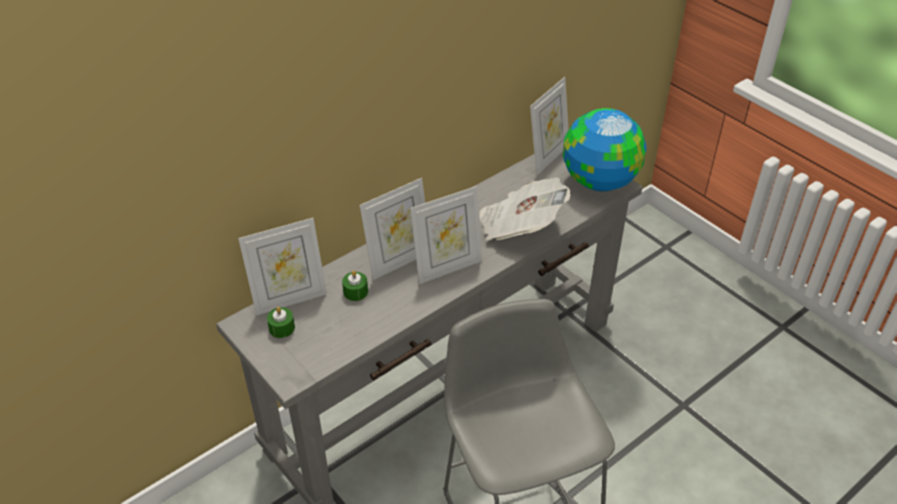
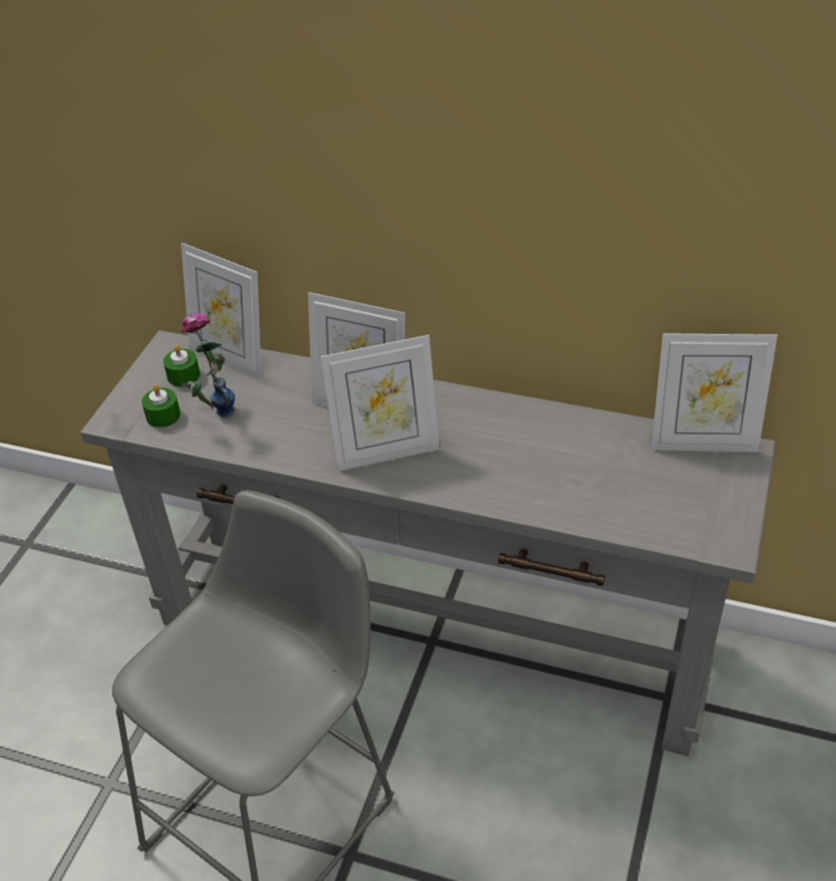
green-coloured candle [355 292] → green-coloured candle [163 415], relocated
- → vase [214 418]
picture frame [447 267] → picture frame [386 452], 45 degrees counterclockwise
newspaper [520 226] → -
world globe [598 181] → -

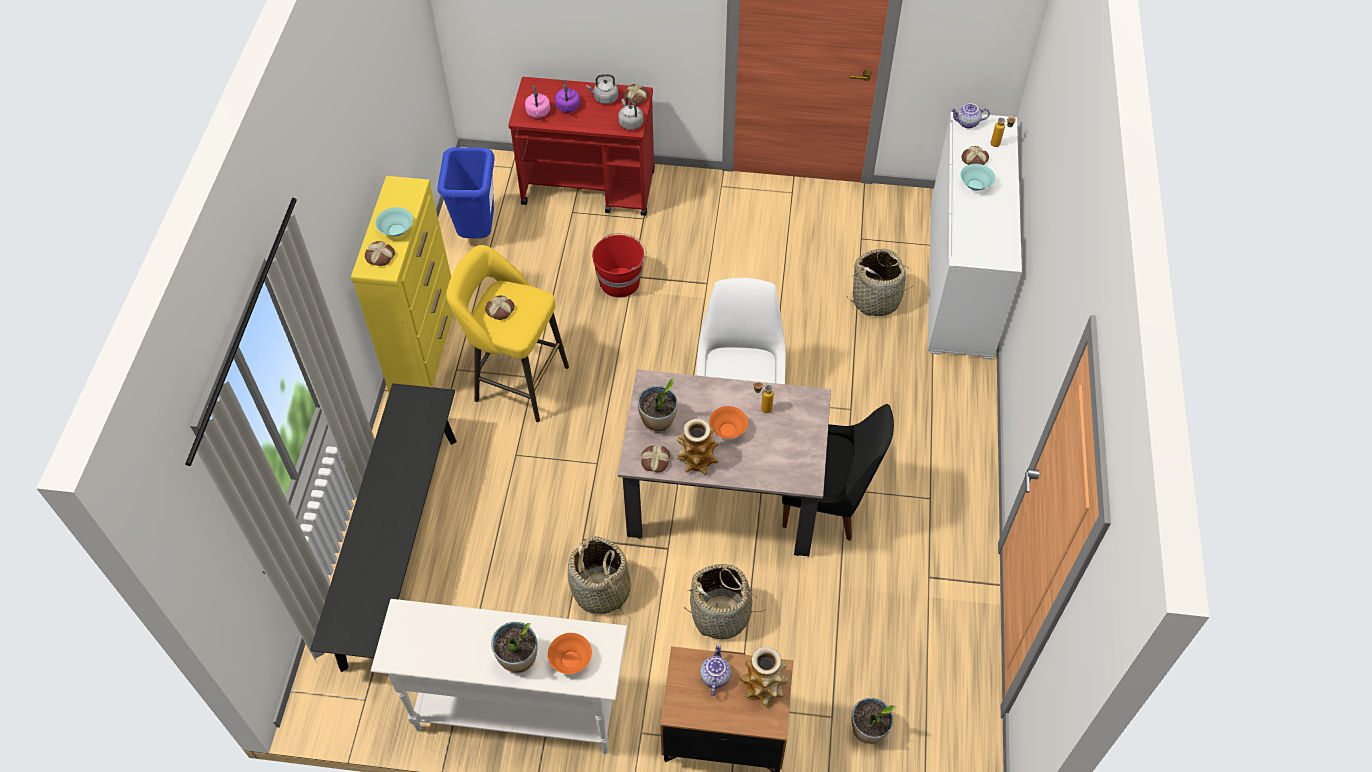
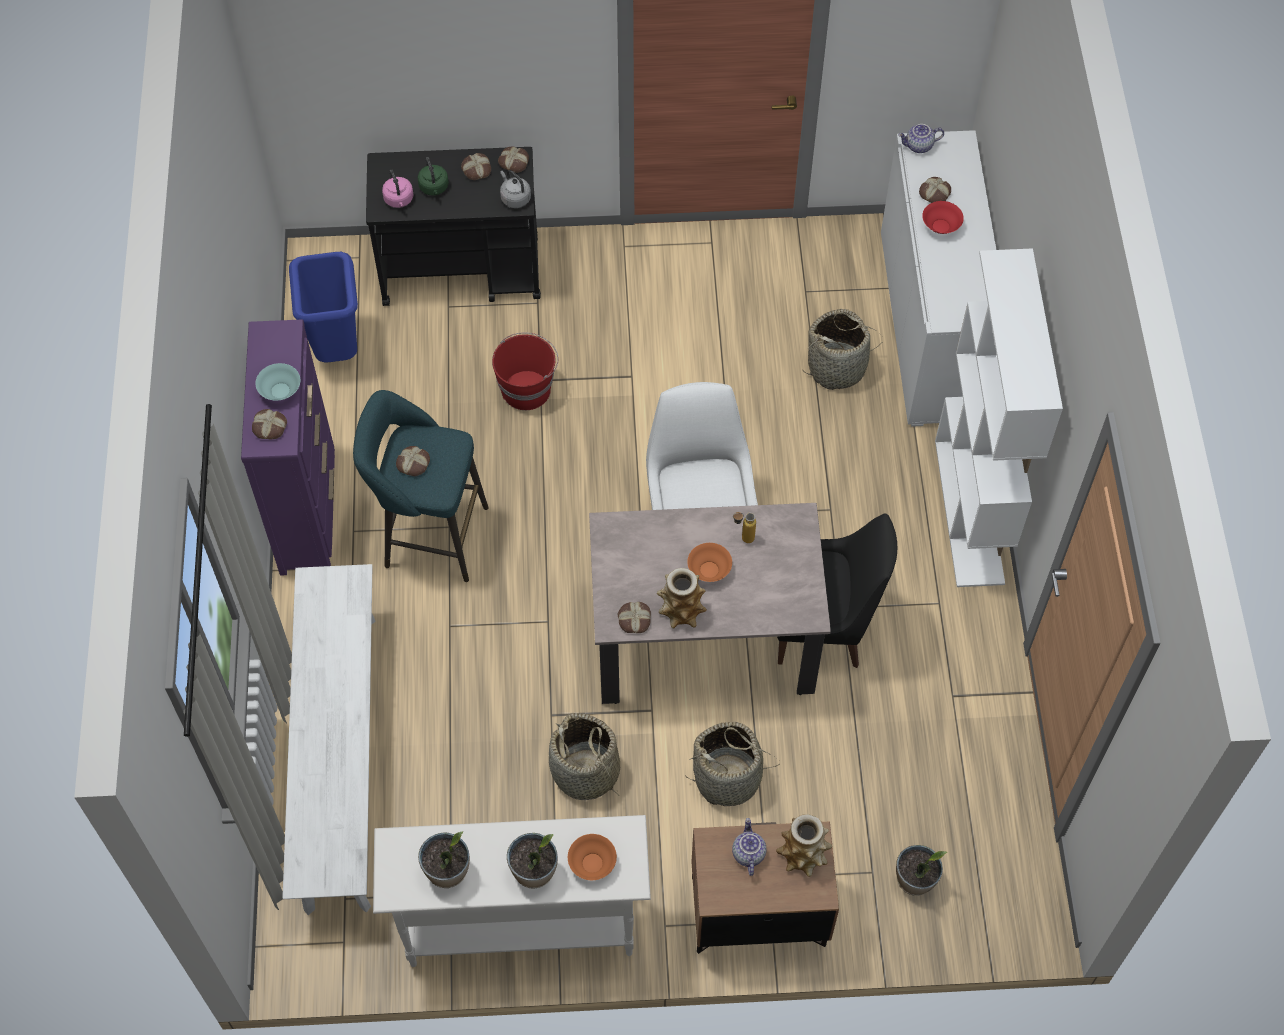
yellowish chest of drawers [424 347] → purple chest of drawers [308 508]
blackish bench [400 548] → white-coloured bench [340 760]
yellowish stool seat [516 381] → turquoise stool seat [429 535]
reddish trolley [589 188] → blackish trolley [462 271]
purple water kettle [568 108] → green-coloured water kettle [434 188]
houseplant [658 421] → houseplant [448 871], relocated
greyish water kettle [604 98] → bakery bread [476 169]
turquoise serving bowl [975 185] → reddish serving bowl [941 226]
- → white-coloured shelving unit [970 512]
bottle [999 145] → -

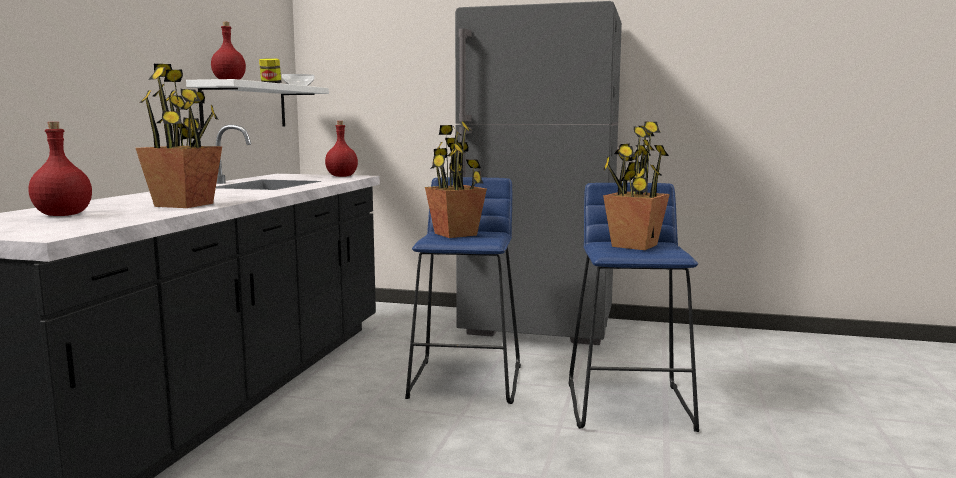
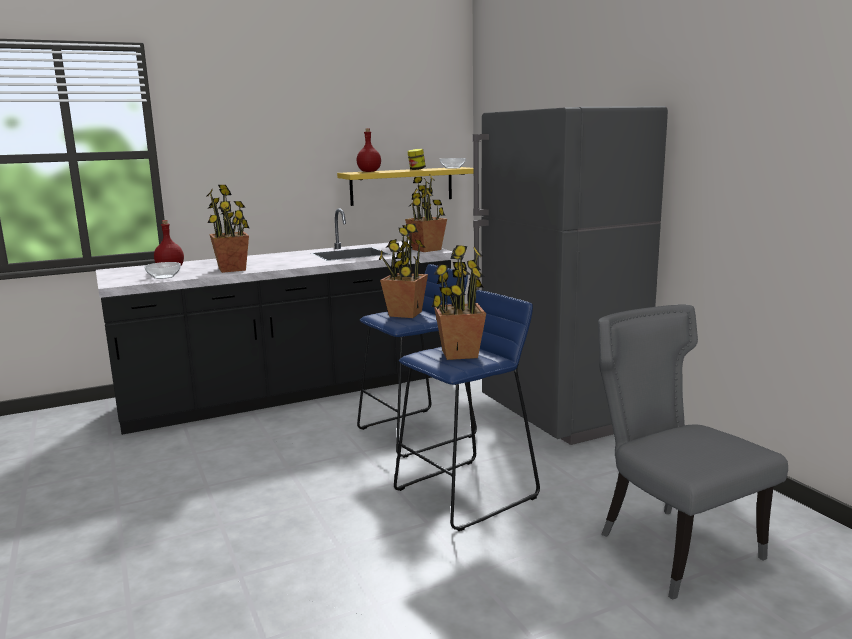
- → serving bowl [164 277]
white-coloured wall shelf [245 106] → yellowish wall shelf [402 186]
reddish bottle [341 176] → houseplant [427 249]
- → greyish upright chair [672 546]

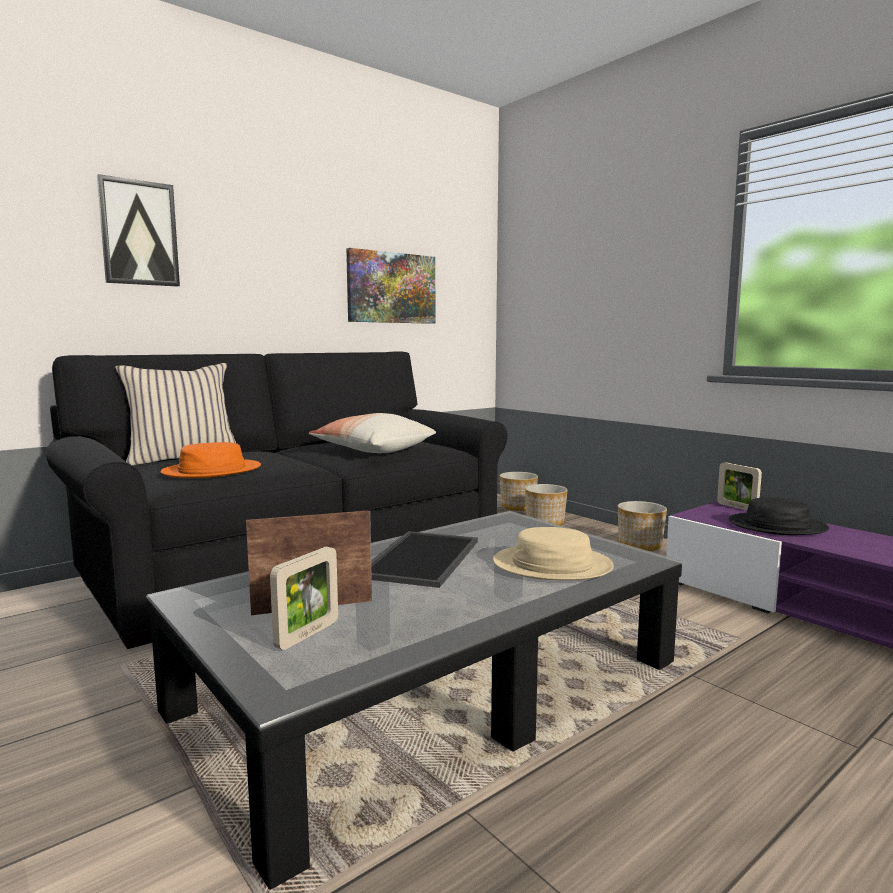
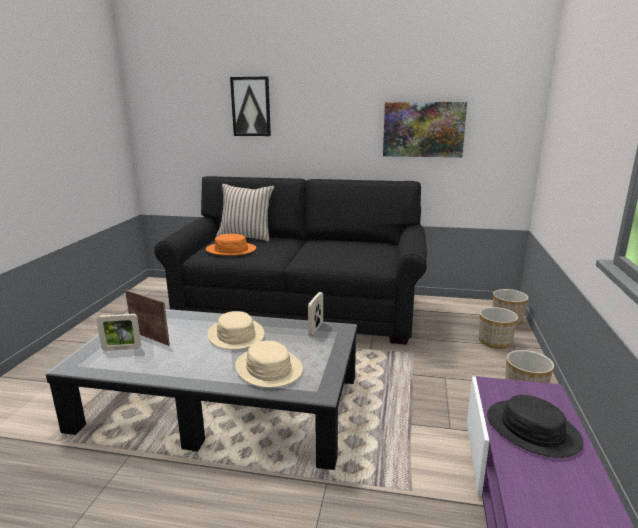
carrying tray [423 559] → sand-coloured wearable hat [236 335]
picture frame [737 507] → picture frame [316 329], relocated
cushion [373 450] → -

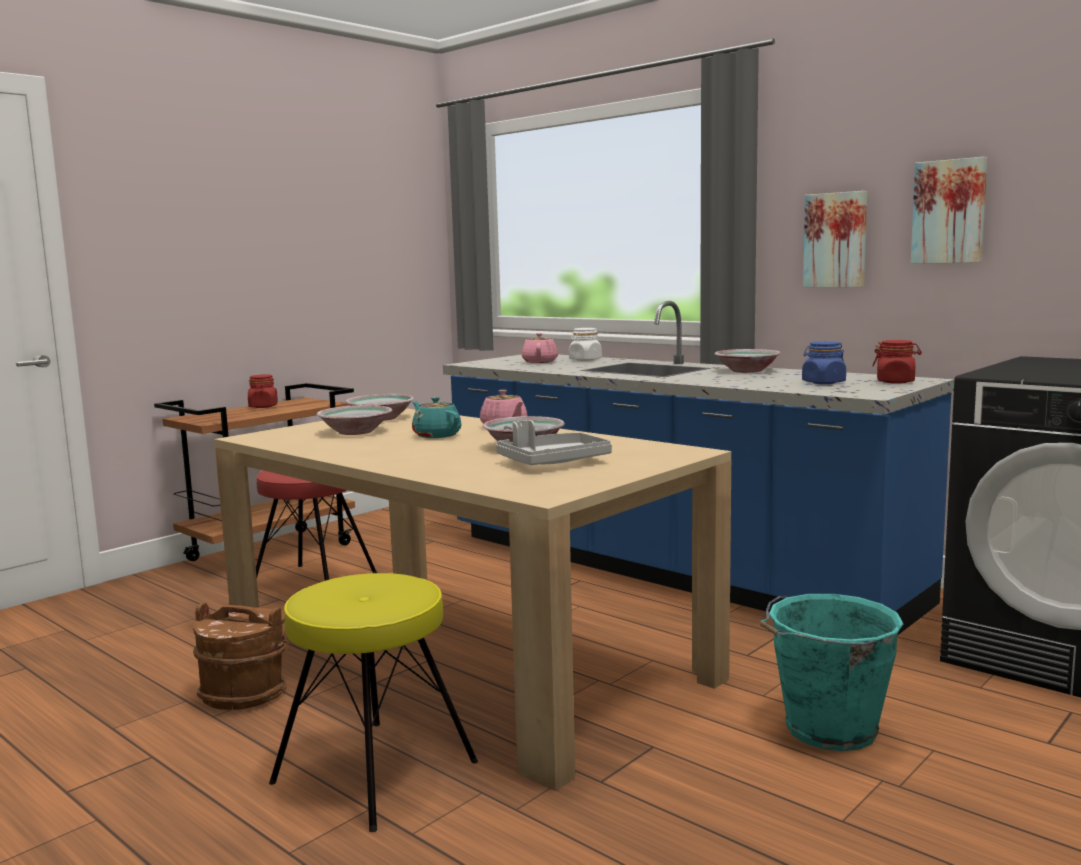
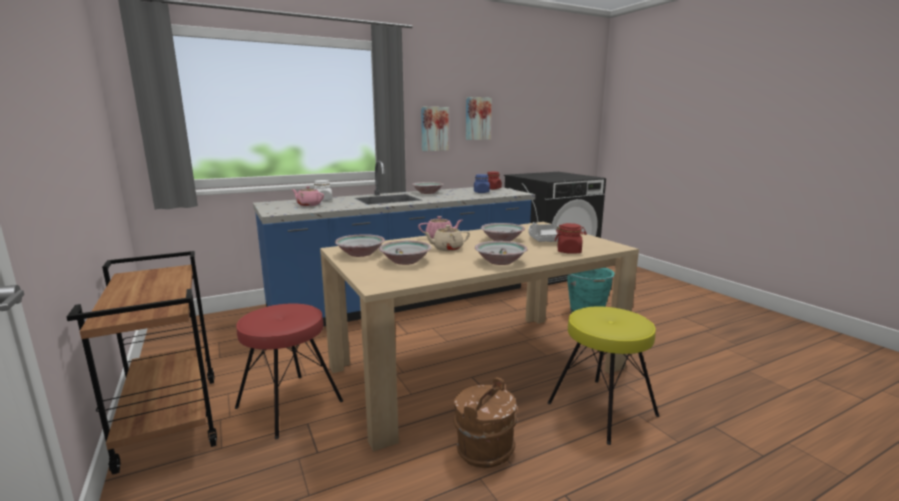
turquoise tea pot [436 435] → sand-coloured tea pot [447 248]
- → serving bowl [500 261]
reddish preserve jar [263 406] → reddish preserve jar [569 251], relocated

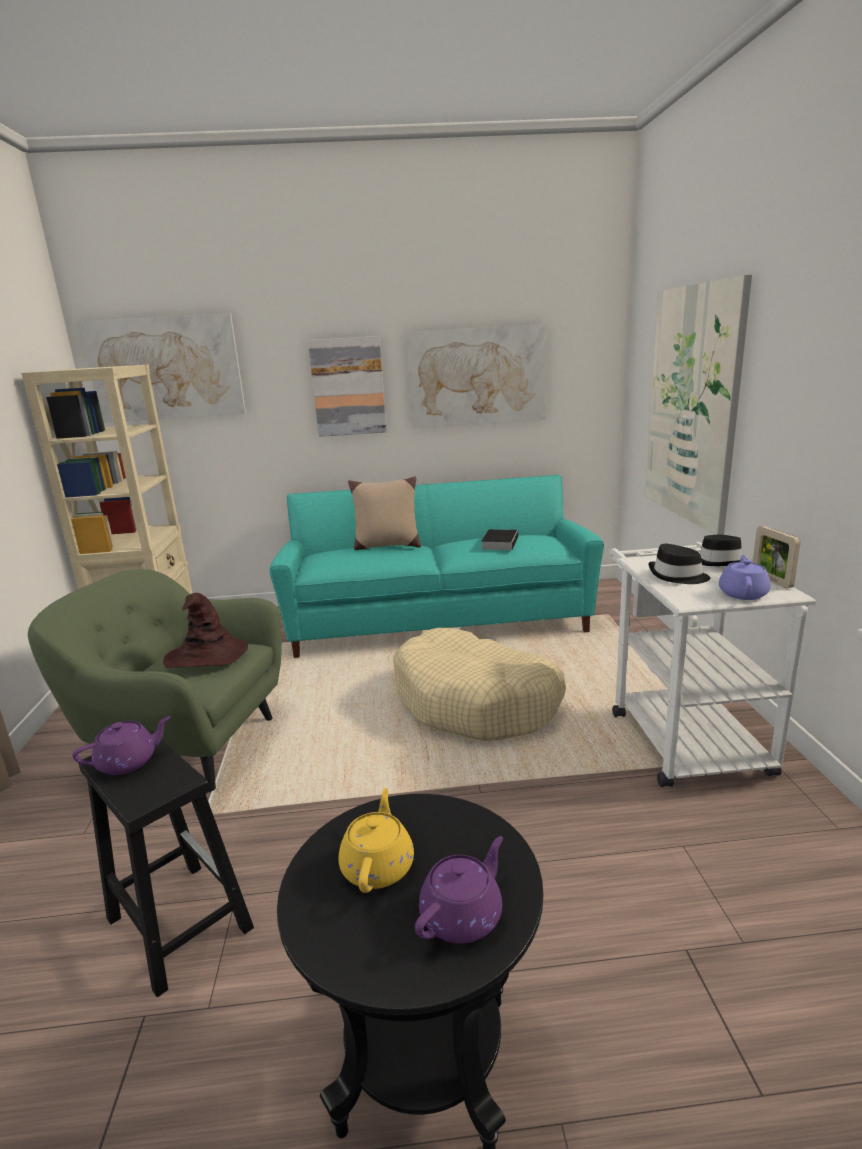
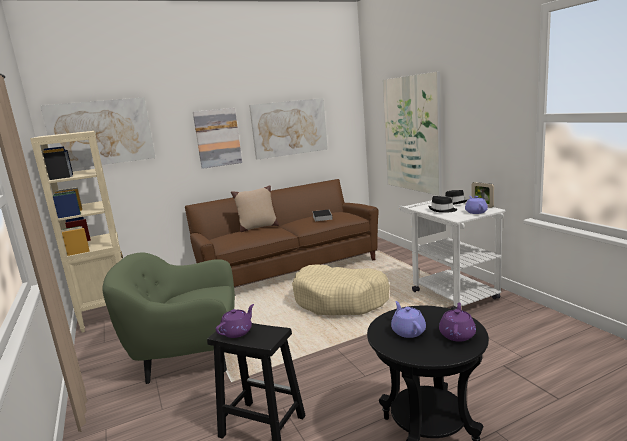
turquoise couch [437 619] → brownish couch [287 268]
yellowish tea pot [378 866] → purple tea pot [408 331]
brownish wearable hat [206 656] → -

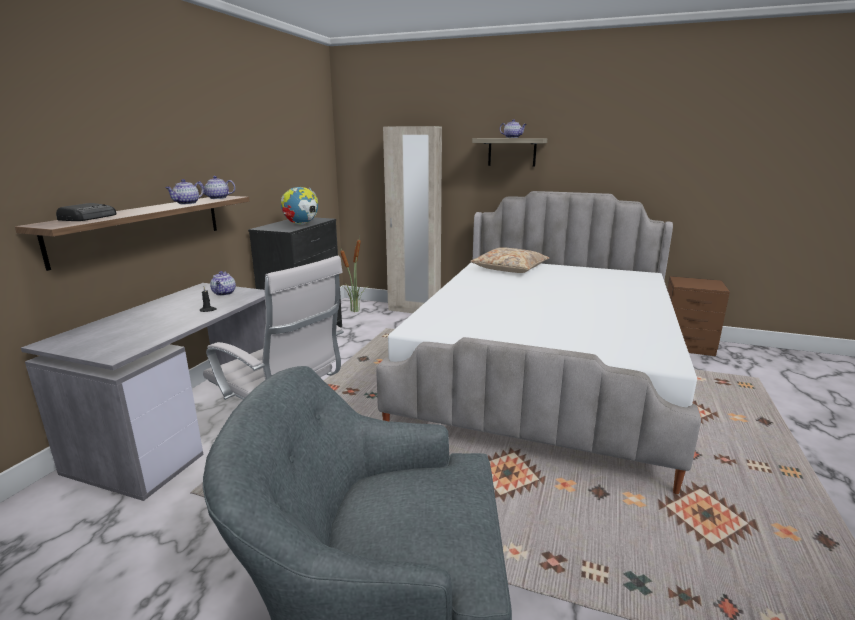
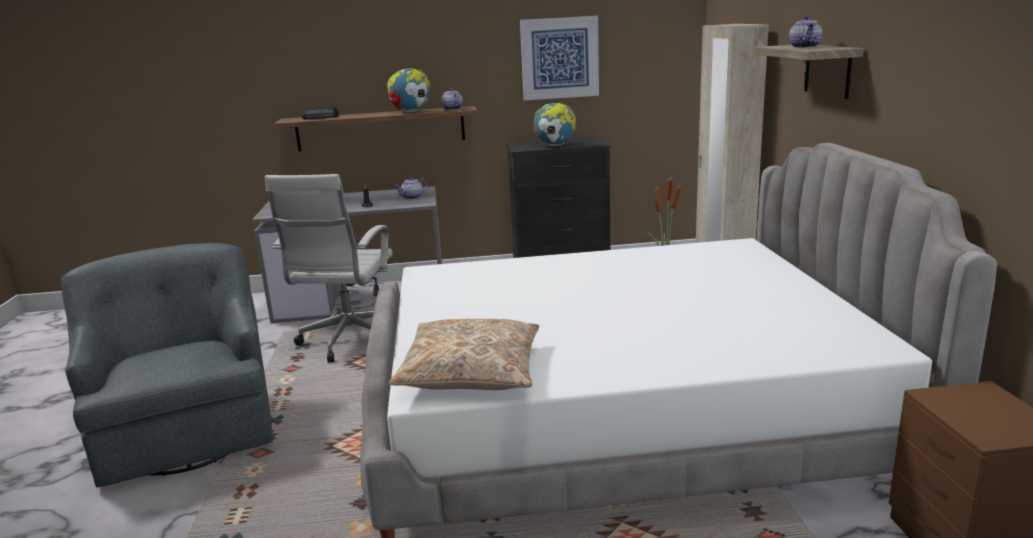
tea pot [186 203] → world globe [411 112]
sand-coloured cushion [509 269] → sand-coloured cushion [471 371], relocated
- → wall picture [559 58]

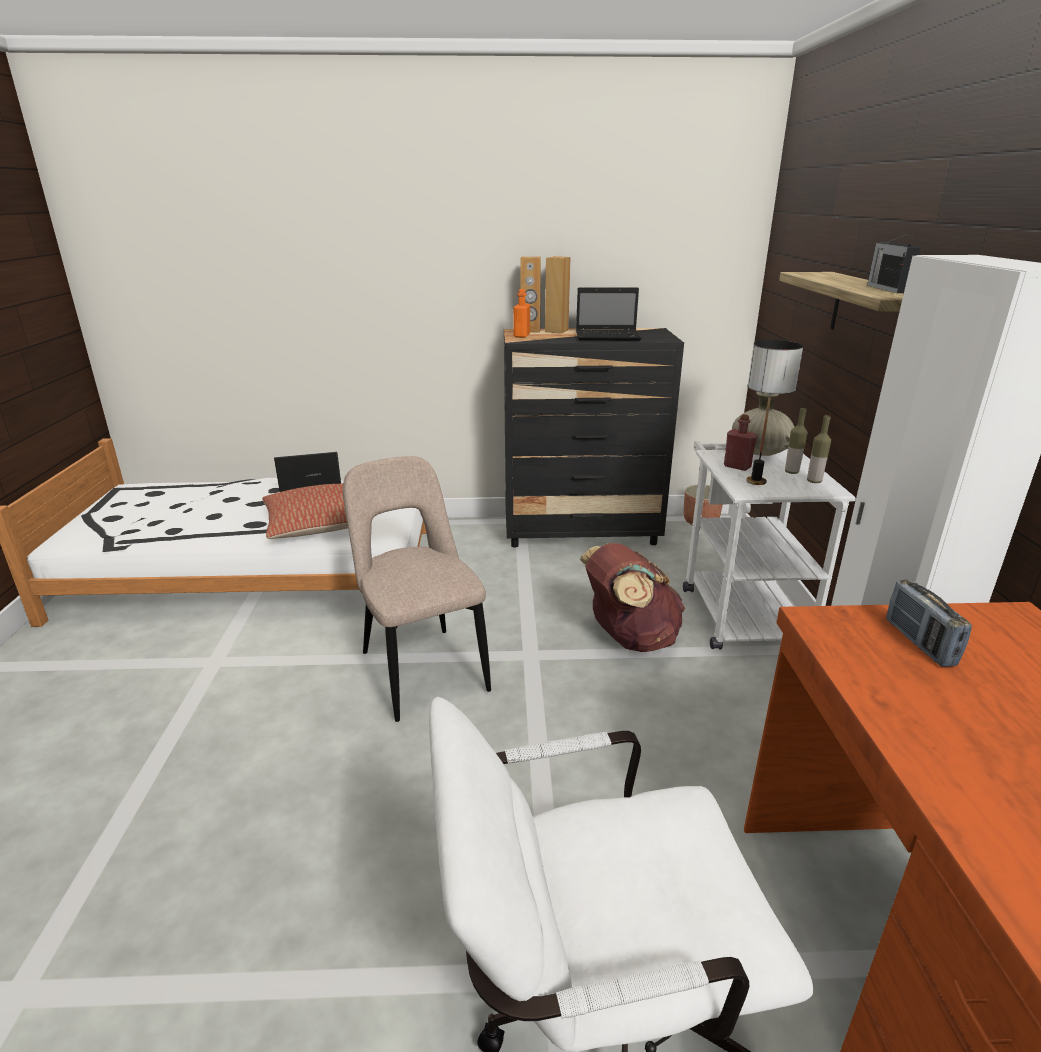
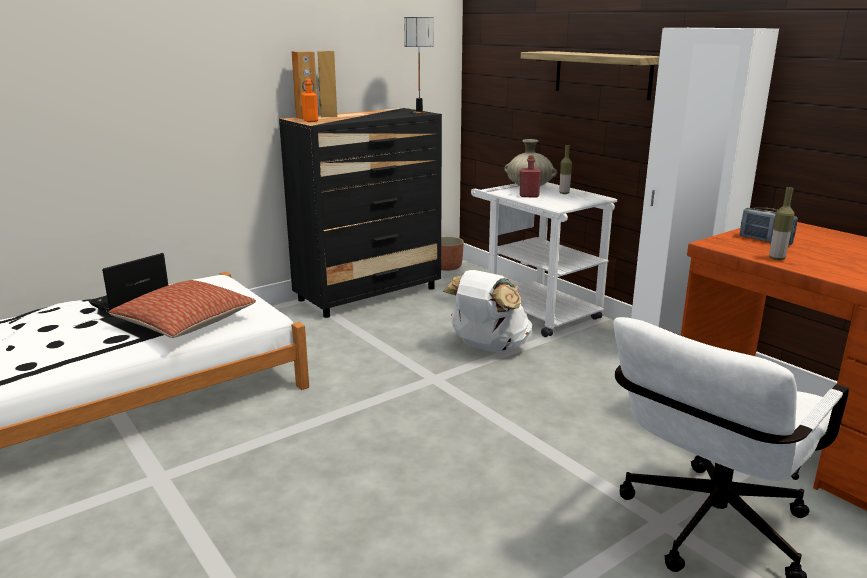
tabletop lamp [756 481] → tabletop lamp [419 112], relocated
brownish backpack [629 638] → white-coloured backpack [488 348]
bottle [814 481] → bottle [776 258], relocated
sand-coloured upright chair [421 668] → -
notebook computer [609 337] → -
radio receiver [887 289] → -

